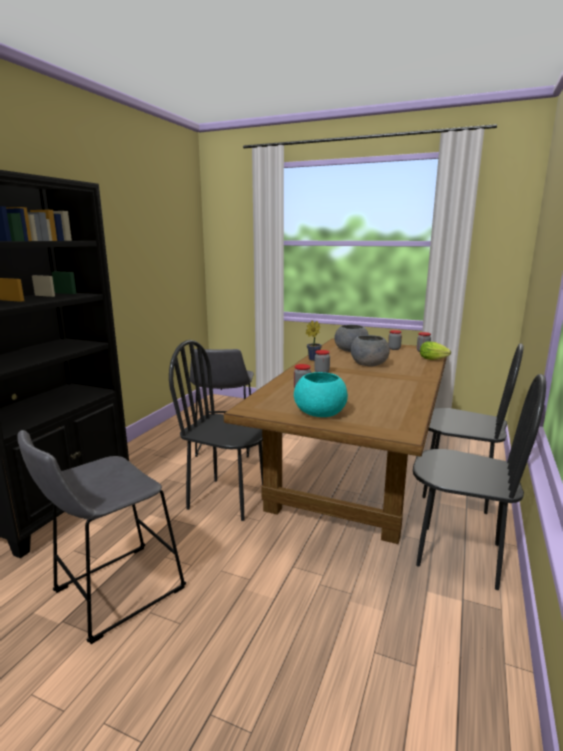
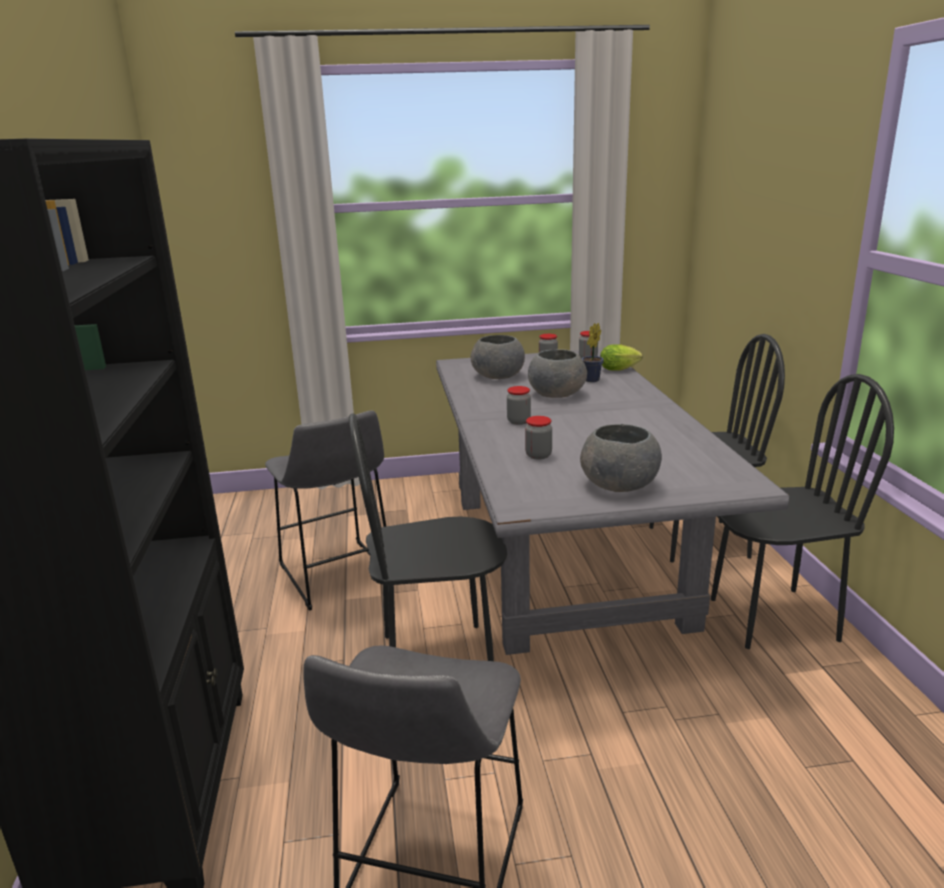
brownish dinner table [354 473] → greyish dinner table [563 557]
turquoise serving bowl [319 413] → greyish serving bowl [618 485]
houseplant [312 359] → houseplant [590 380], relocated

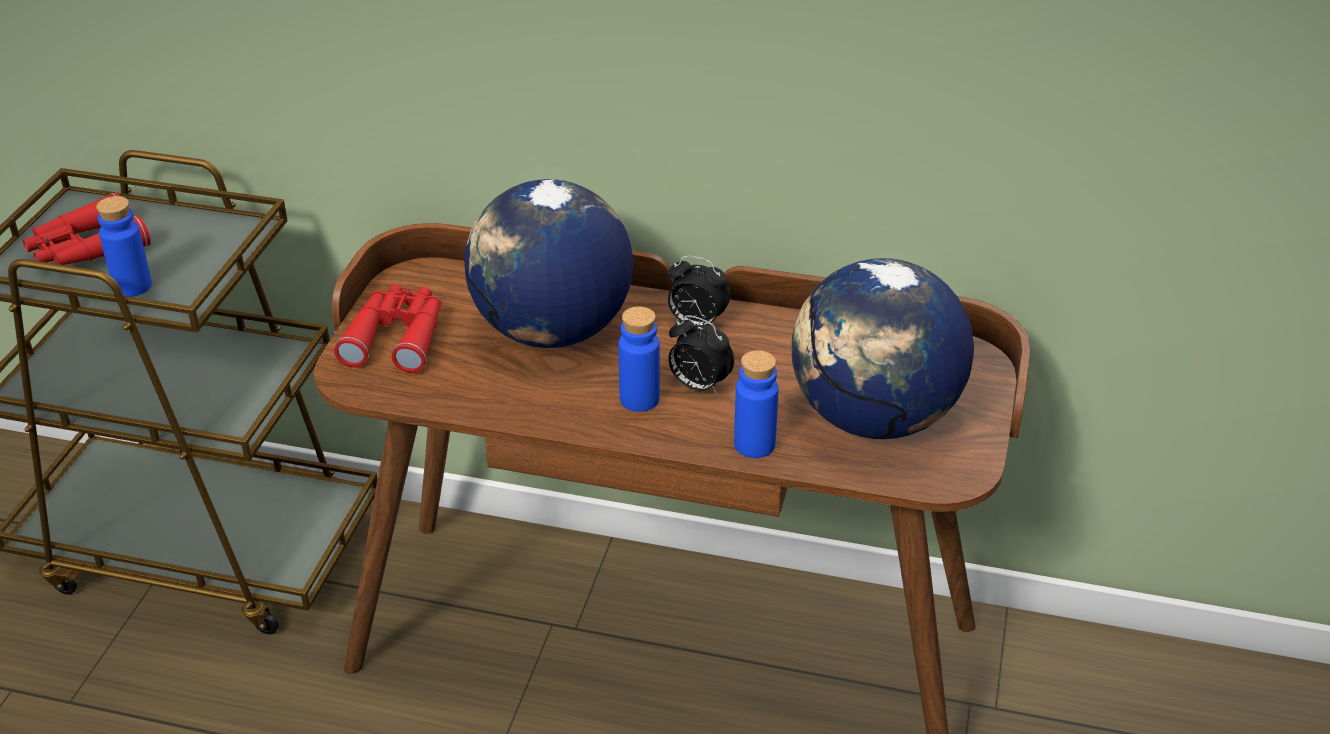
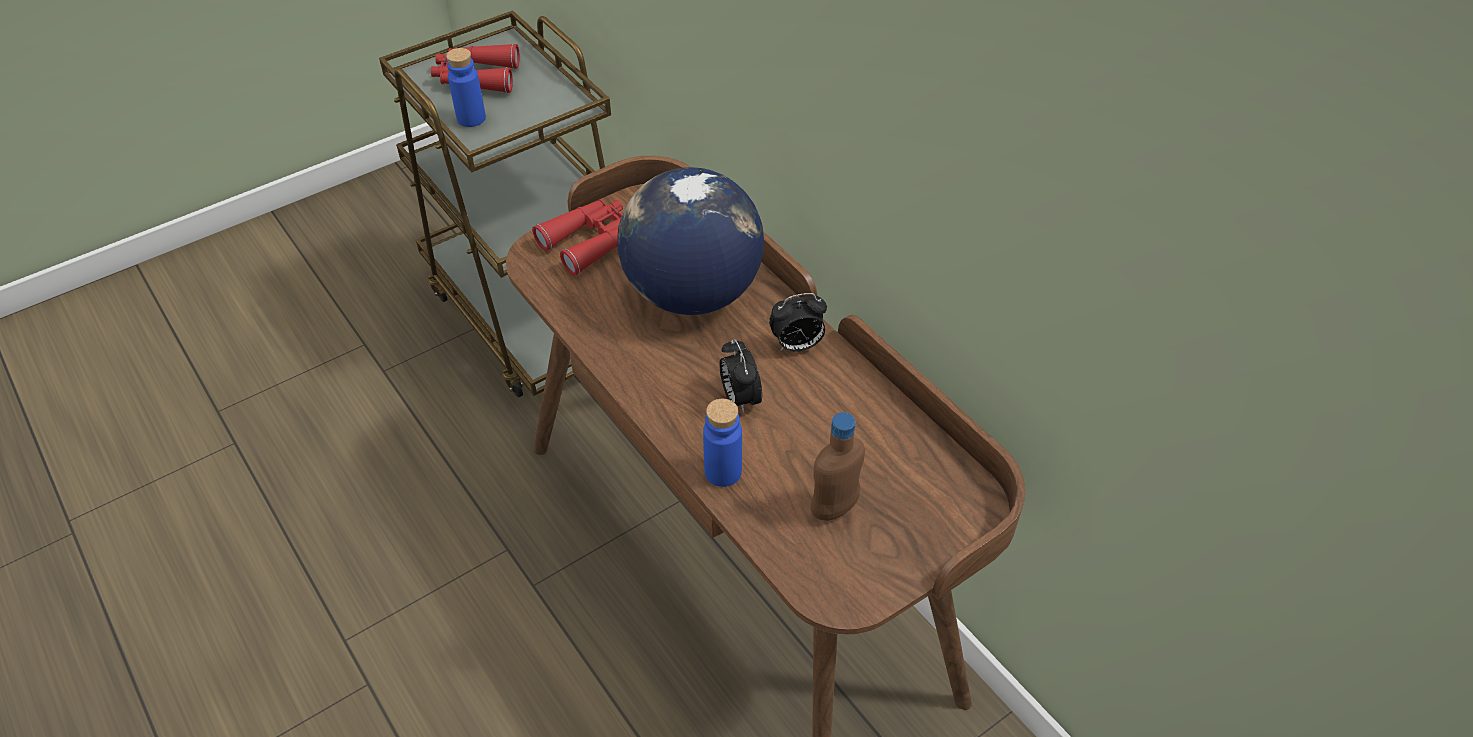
bedside clock [696 323] → bedside clock [797 346], 75 degrees counterclockwise
world globe [874 419] → brownish bottle [834 508]
blue bottle [639 399] → -

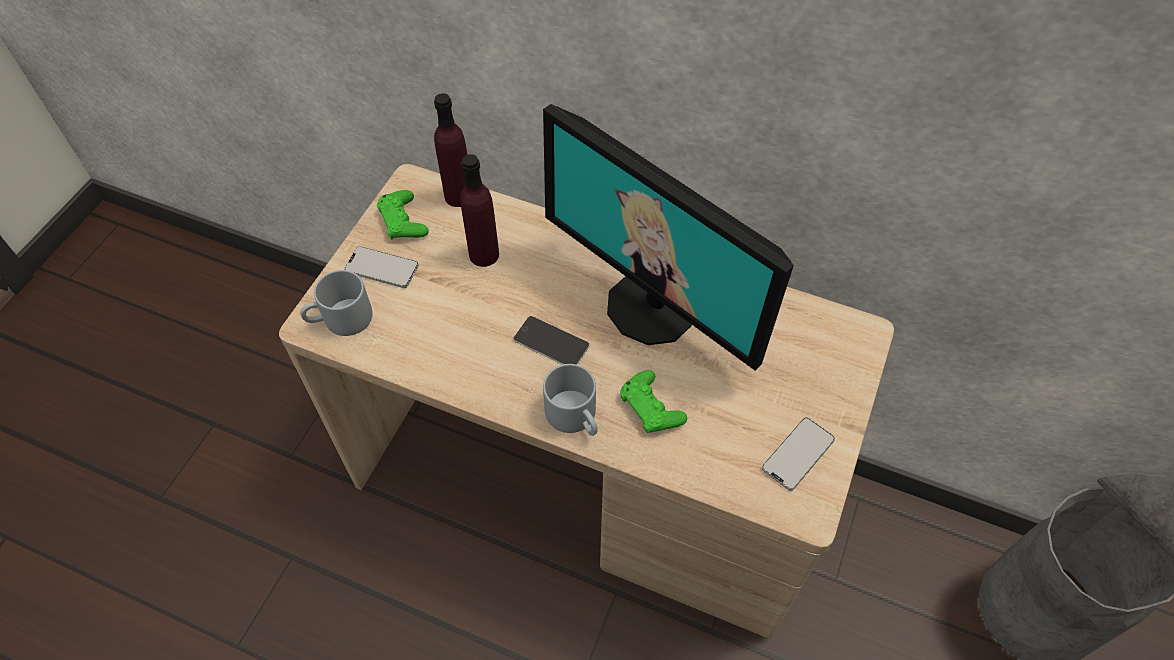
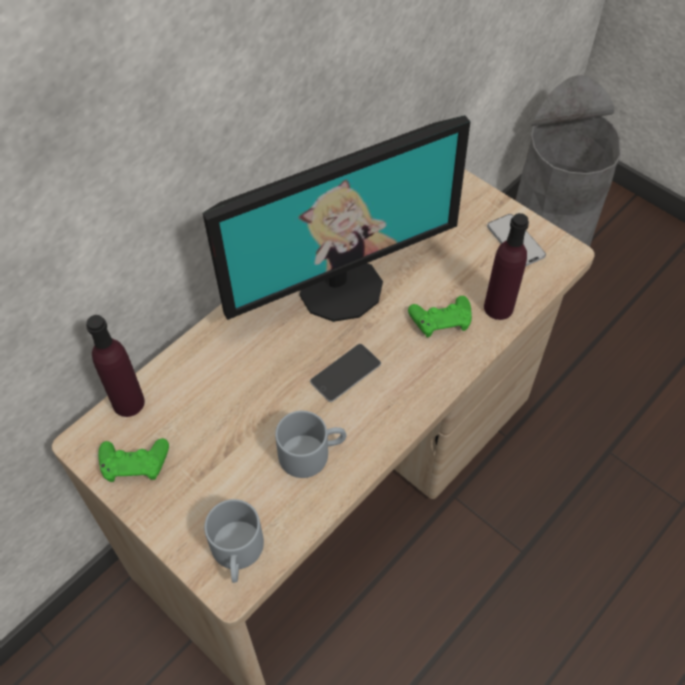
greyish mug [576 417] → greyish mug [312 452], relocated
purple bottle [484 254] → purple bottle [498 307], relocated
telephone [382 268] → -

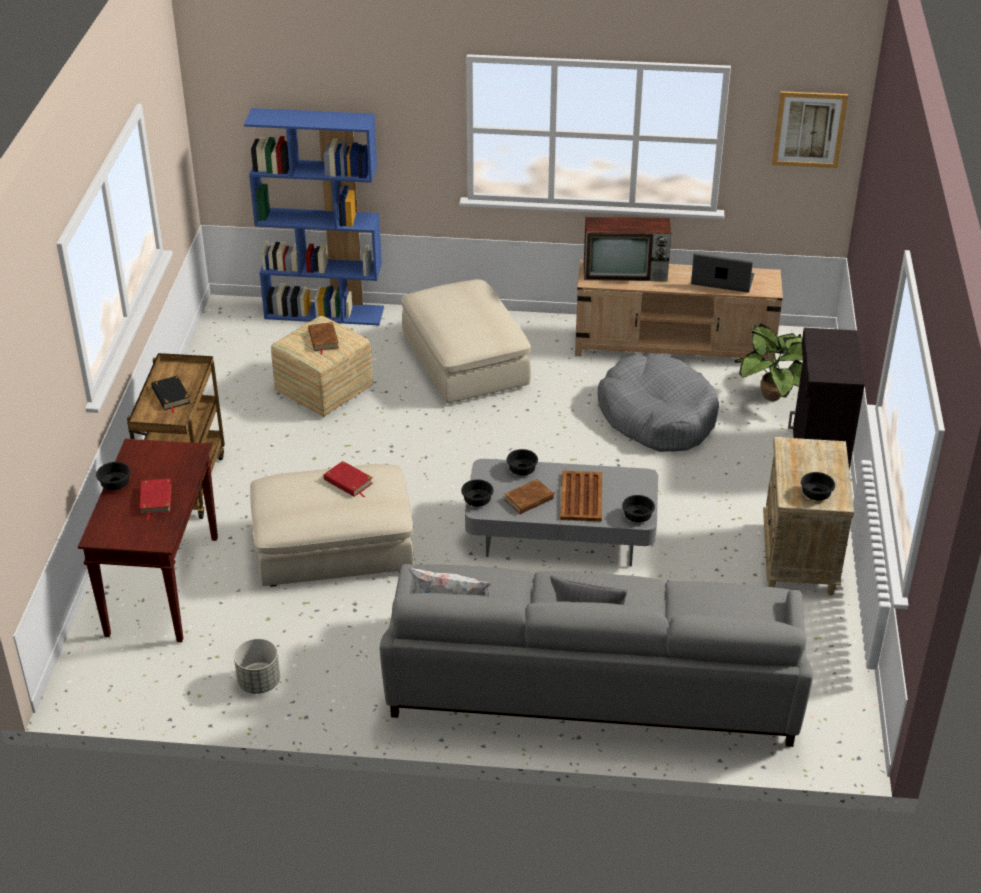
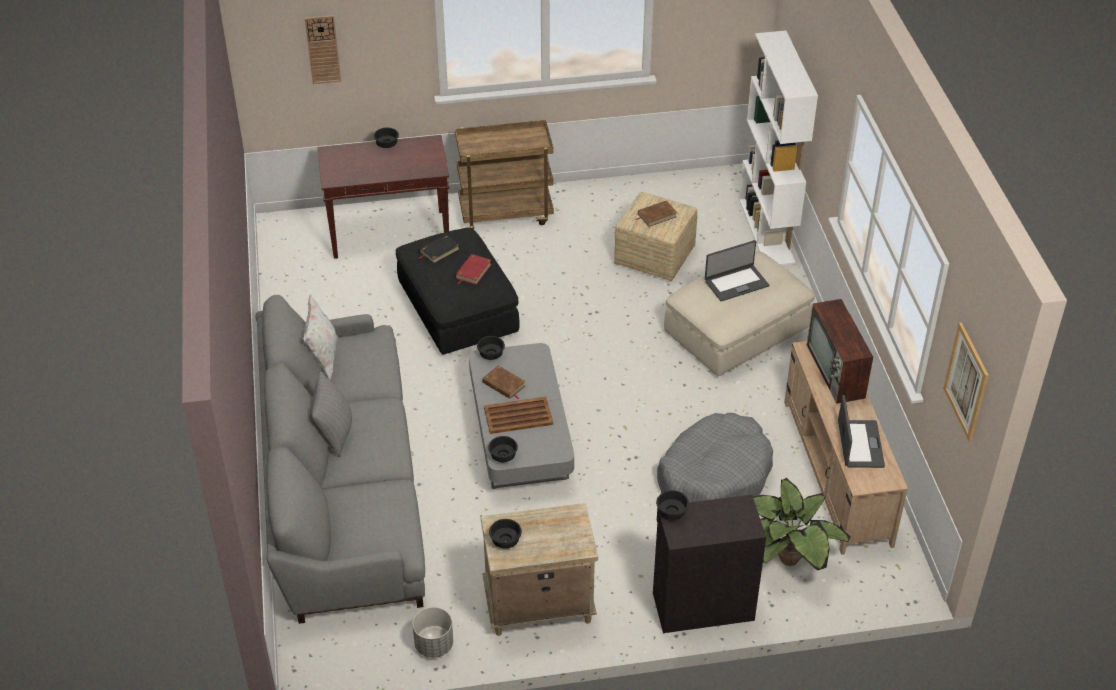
- → wall clock [323 49]
sand-coloured footrest [334 547] → blackish footrest [458 309]
greyish plant pot [259 682] → greyish plant pot [434 645], relocated
blackish book [170 396] → blackish book [439 251], relocated
blackish serving bowl [521 471] → blackish serving bowl [670 512], relocated
- → notebook computer [736 283]
blue shelving unit [325 312] → white-coloured shelving unit [767 231]
reddish book [155 500] → -

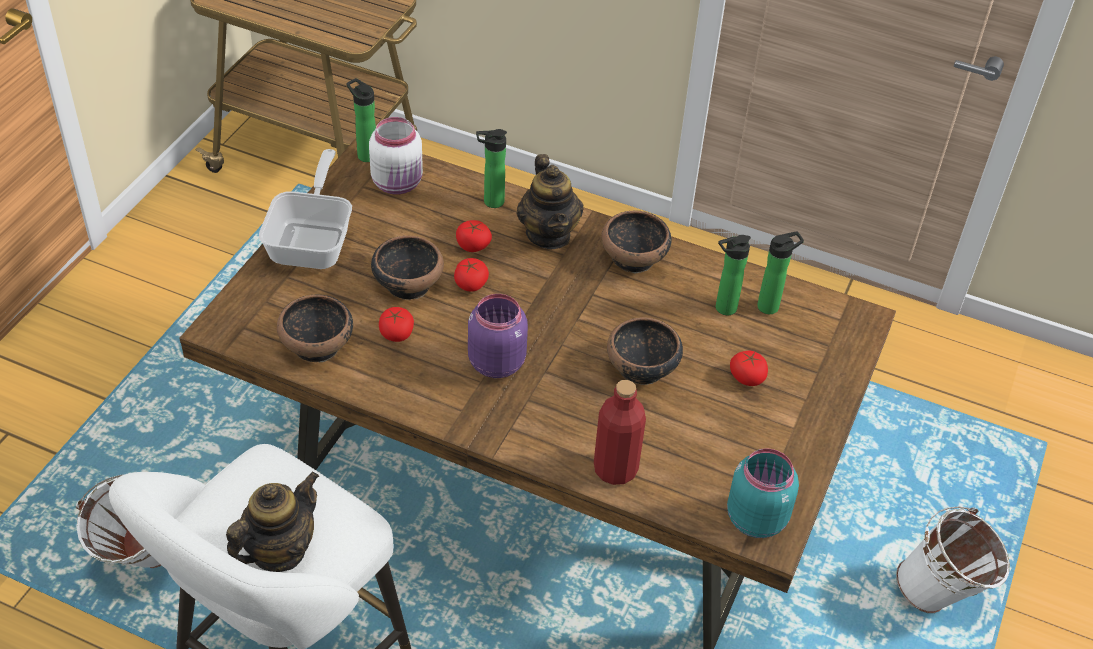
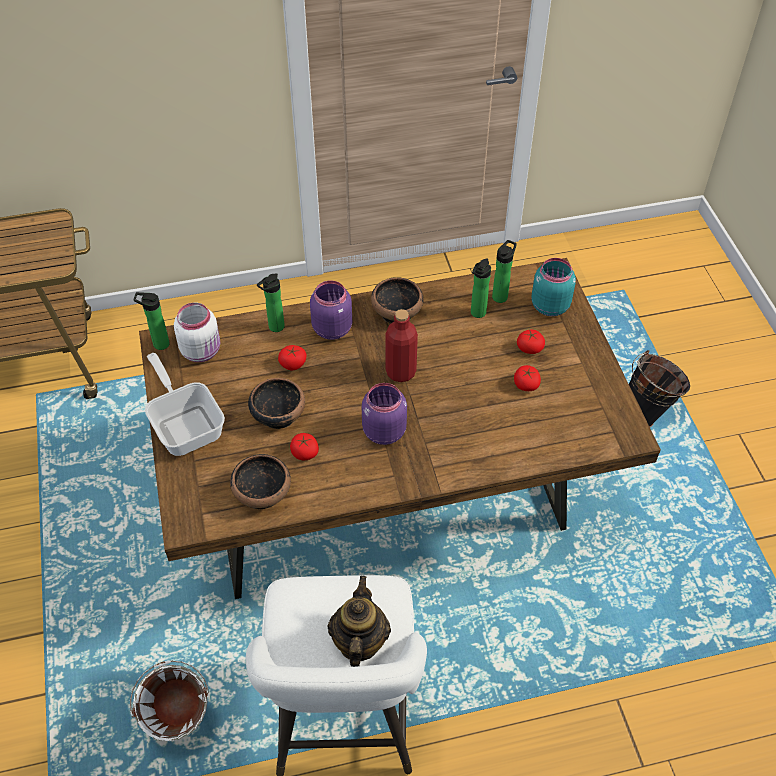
tea pot [549 234] → purple preserve jar [332 328]
reddish bottle [615 469] → reddish bottle [401 372], relocated
whole tomato [470 284] → whole tomato [526 384], relocated
turquoise preserve jar [756 517] → turquoise preserve jar [549 305], relocated
white-coloured pail [941 597] → blackish pail [647 413]
serving bowl [641 368] → -

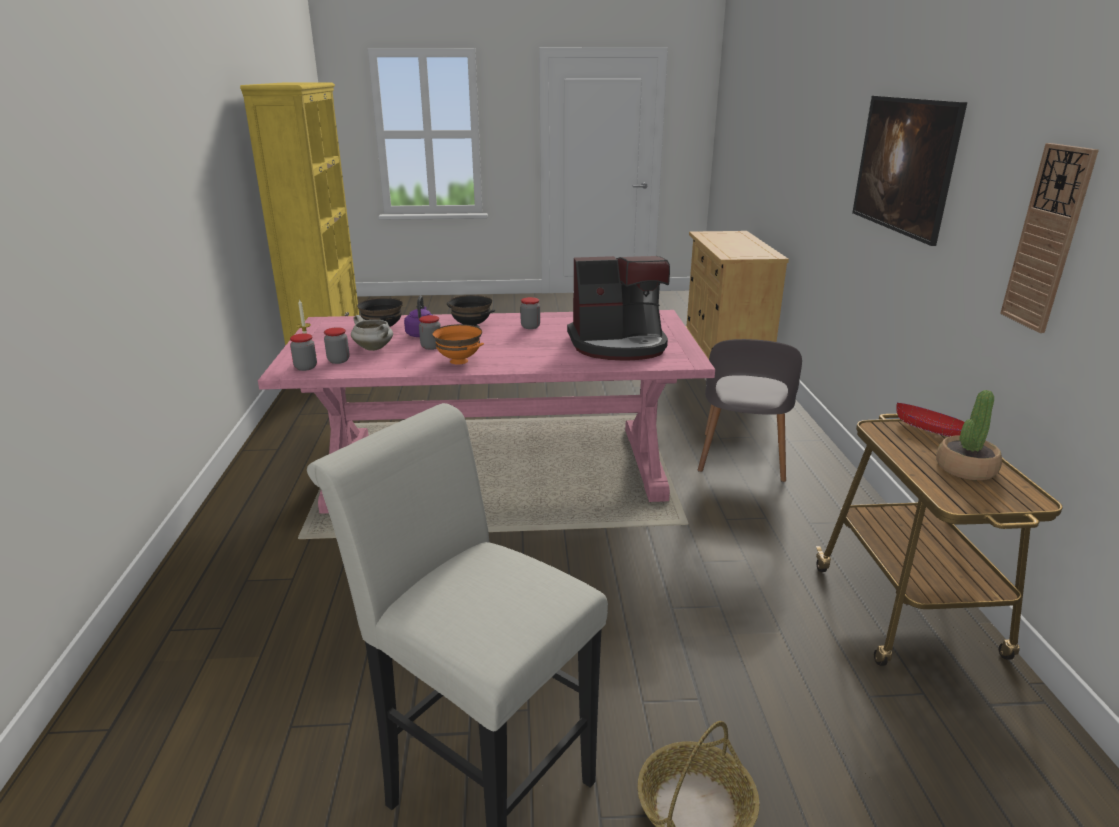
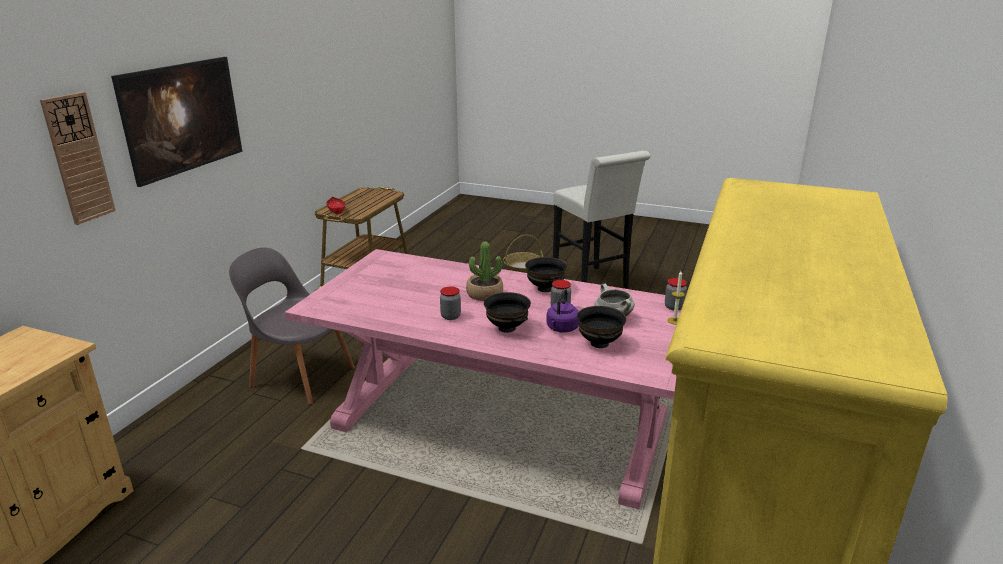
wall clock [1047 239] → wall clock [78 158], relocated
greyish upright chair [741 459] → greyish upright chair [299 375], 105 degrees counterclockwise
houseplant [965 468] → houseplant [484 294], relocated
orangey serving bowl [458 361] → blackish serving bowl [545 289]
preserve jar [338 360] → -
coffee brewer [618 345] → -

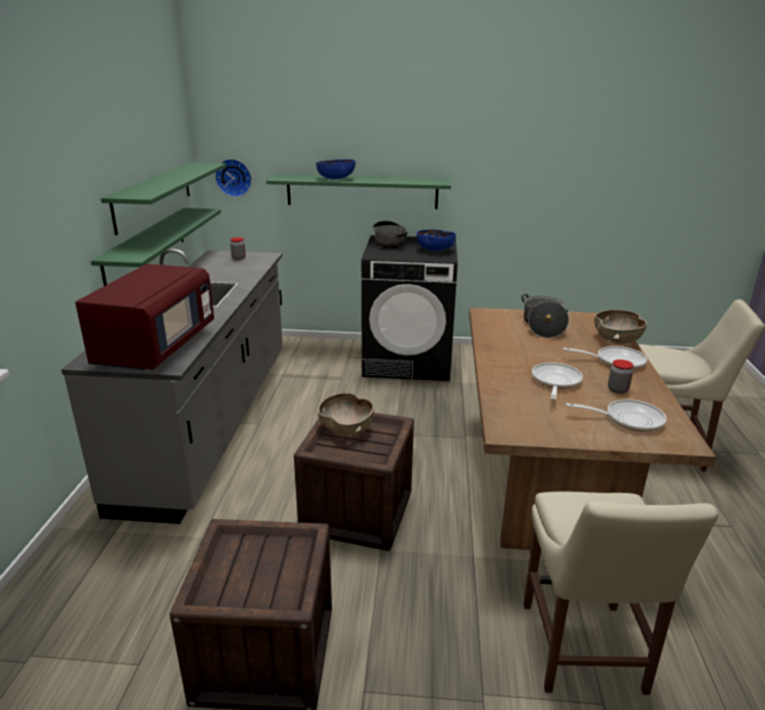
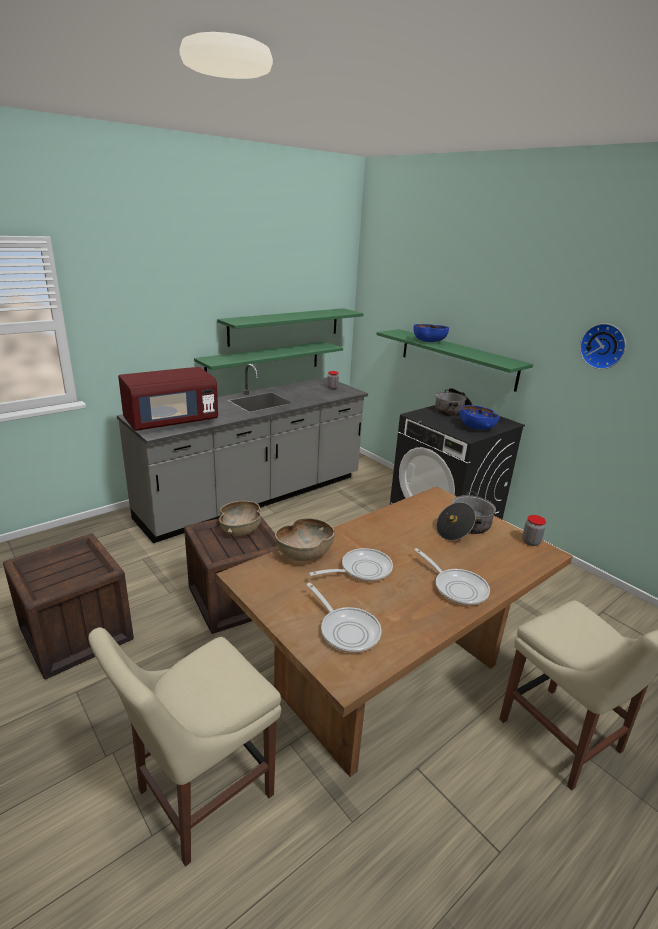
brownish serving bowl [617 340] → brownish serving bowl [304 554], relocated
preserve jar [617 390] → preserve jar [531 542], relocated
wall clock [234 177] → wall clock [604 346], relocated

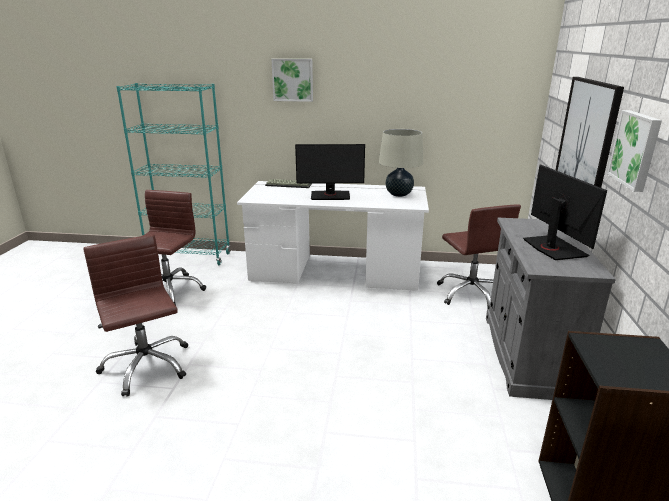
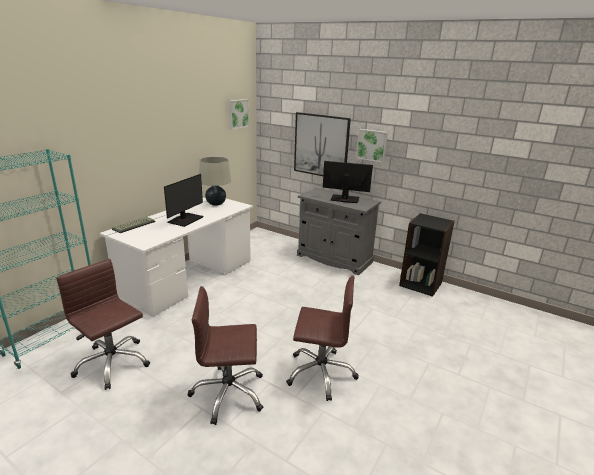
wall picture [293 80] → wall picture [238 114], relocated
brownish desk chair [471 294] → brownish desk chair [320 373], relocated

